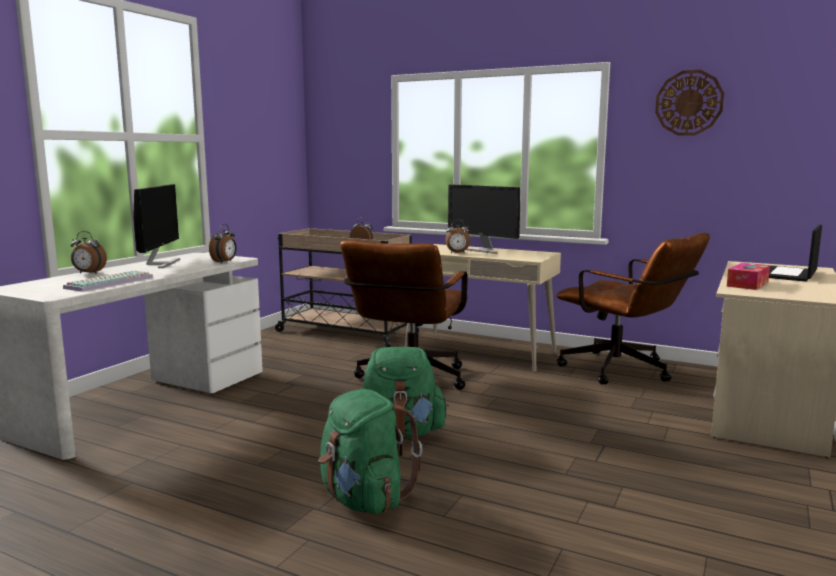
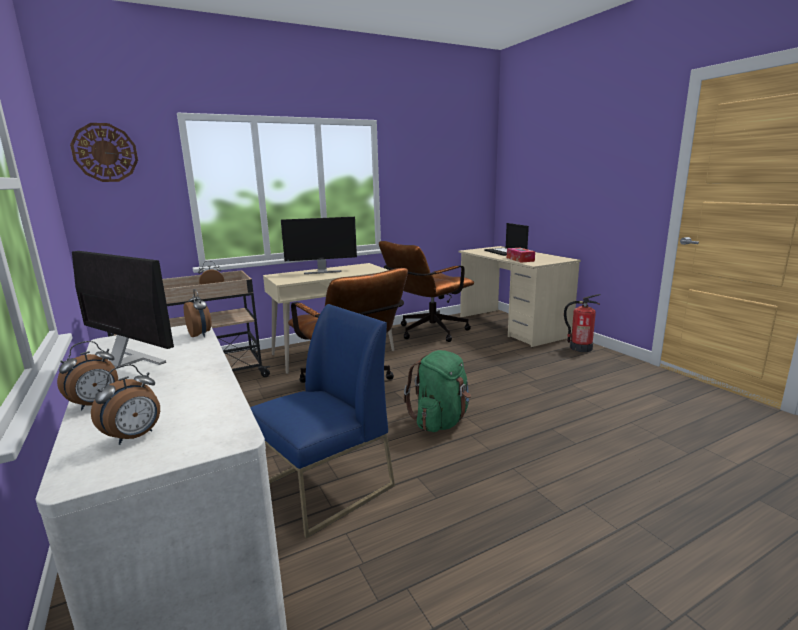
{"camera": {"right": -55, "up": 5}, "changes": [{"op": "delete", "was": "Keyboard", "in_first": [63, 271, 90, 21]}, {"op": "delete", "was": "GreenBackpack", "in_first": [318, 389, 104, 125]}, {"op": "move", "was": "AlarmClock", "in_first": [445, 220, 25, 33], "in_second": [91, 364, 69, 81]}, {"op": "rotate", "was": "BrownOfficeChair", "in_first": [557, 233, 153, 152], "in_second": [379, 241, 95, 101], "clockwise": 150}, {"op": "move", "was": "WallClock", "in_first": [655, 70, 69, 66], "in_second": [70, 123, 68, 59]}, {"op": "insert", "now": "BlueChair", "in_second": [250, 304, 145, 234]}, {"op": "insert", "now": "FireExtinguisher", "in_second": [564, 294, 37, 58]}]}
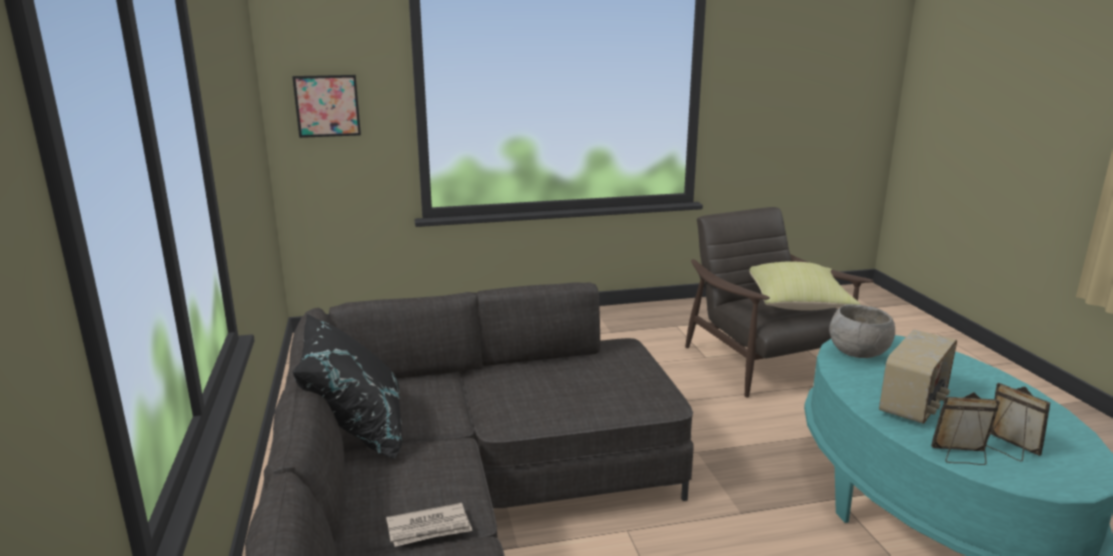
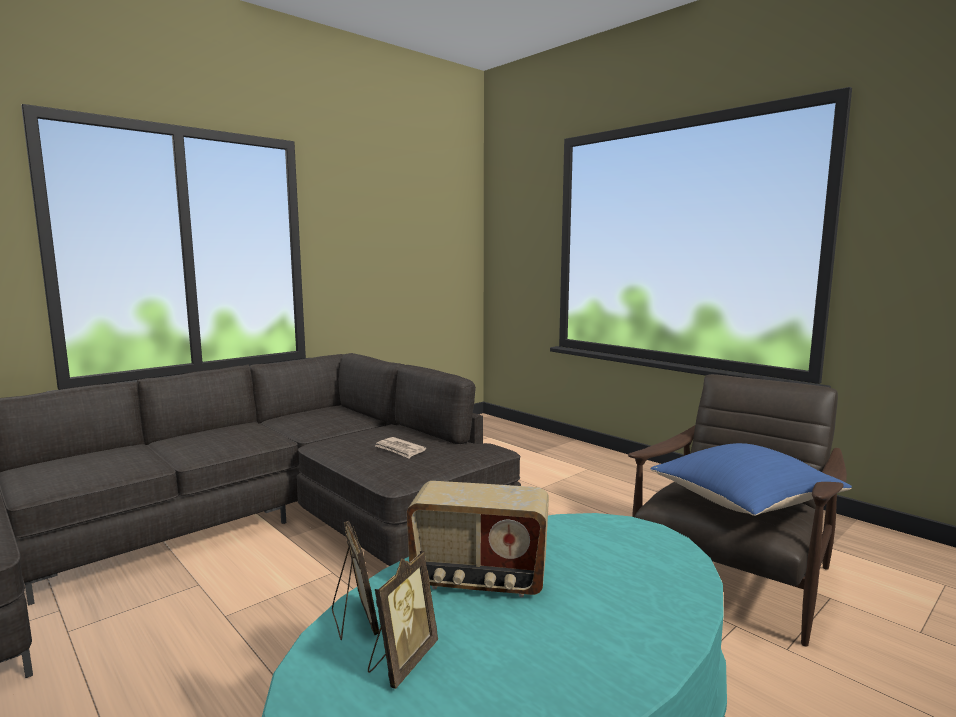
{"camera": {"right": 60, "up": -10}, "changes": [{"op": "delete", "was": "Picture", "in_first": [292, 75, 69, 63]}, {"op": "delete", "was": "BlackPillow", "in_first": [292, 314, 110, 144]}, {"op": "move", "was": "Newspaper", "in_first": [386, 503, 86, 44], "in_second": [375, 437, 51, 21]}, {"op": "recolor", "was": "YellowPillow", "now": "BluePillow", "in_first": [749, 262, 111, 49], "in_second": [650, 443, 202, 73]}, {"op": "delete", "was": "GreyBowl", "in_first": [829, 304, 66, 54]}]}
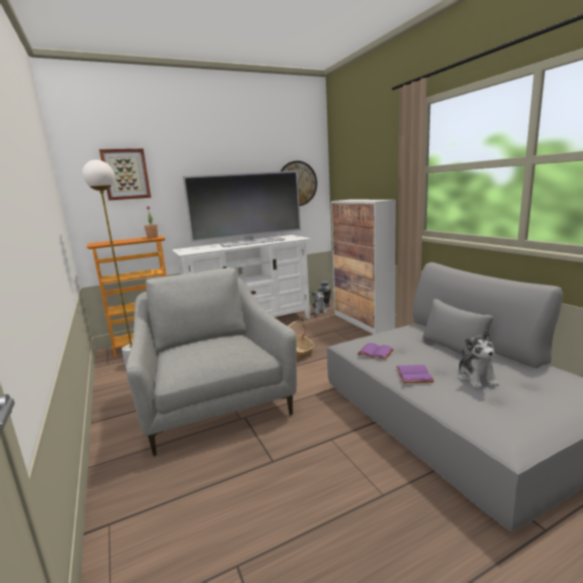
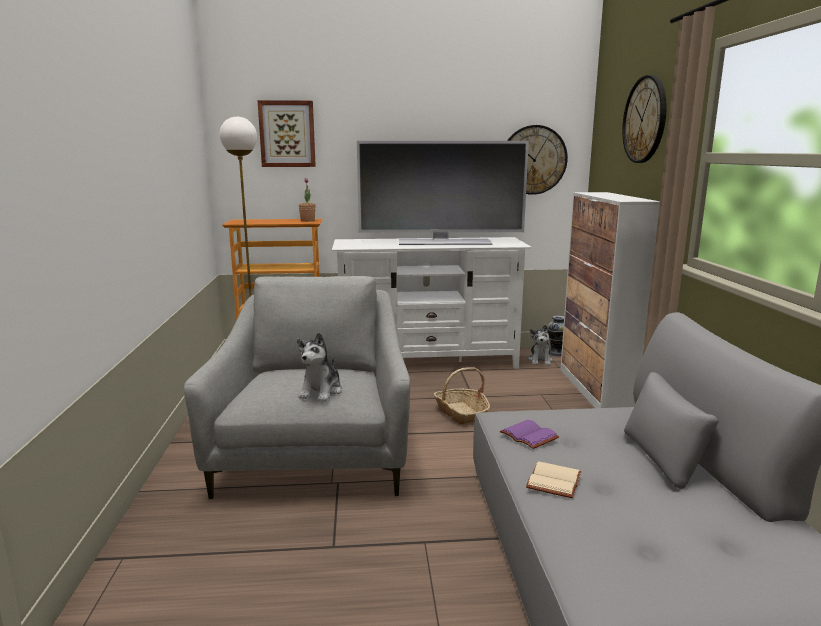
{"camera": {"right": 20, "up": 0}, "changes": [{"op": "recolor", "was": "PurpleBook", "now": "BeigeBook", "in_first": [396, 365, 38, 18], "in_second": [526, 461, 55, 37]}, {"op": "move", "was": "PlushToy", "in_first": [457, 330, 42, 59], "in_second": [297, 332, 45, 69]}, {"op": "insert", "now": "WallClock", "in_second": [622, 75, 44, 88]}]}
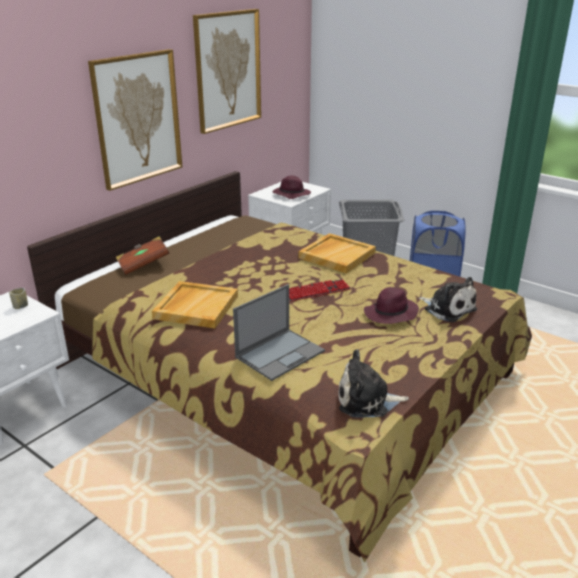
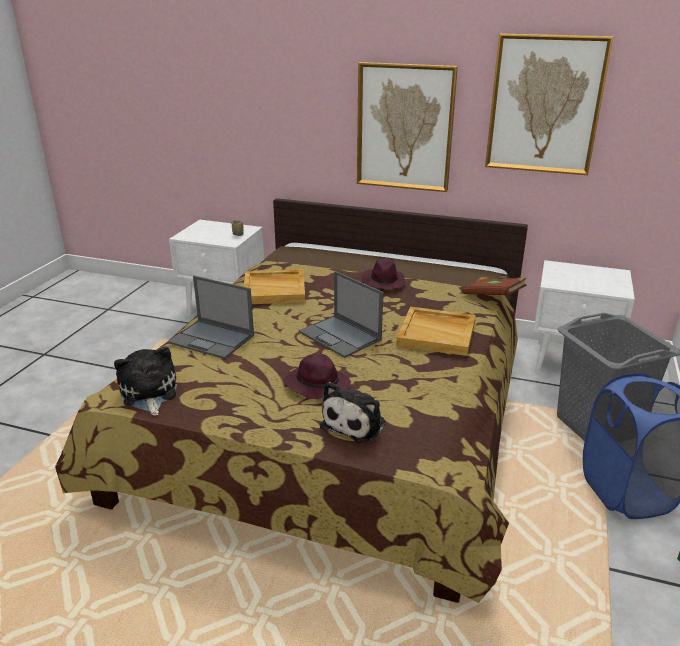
{"camera": {"right": 70, "up": 0}, "changes": [{"op": "move", "was": "BrownBook", "in_first": [116, 236, 54, 39], "in_second": [462, 276, 64, 19]}, {"op": "move", "was": "PurpleHat", "in_first": [273, 175, 38, 24], "in_second": [361, 258, 45, 31]}, {"op": "replace", "was": "Keyboard", "now": "Laptop", "in_first": [289, 279, 62, 23], "in_second": [299, 271, 84, 87]}]}
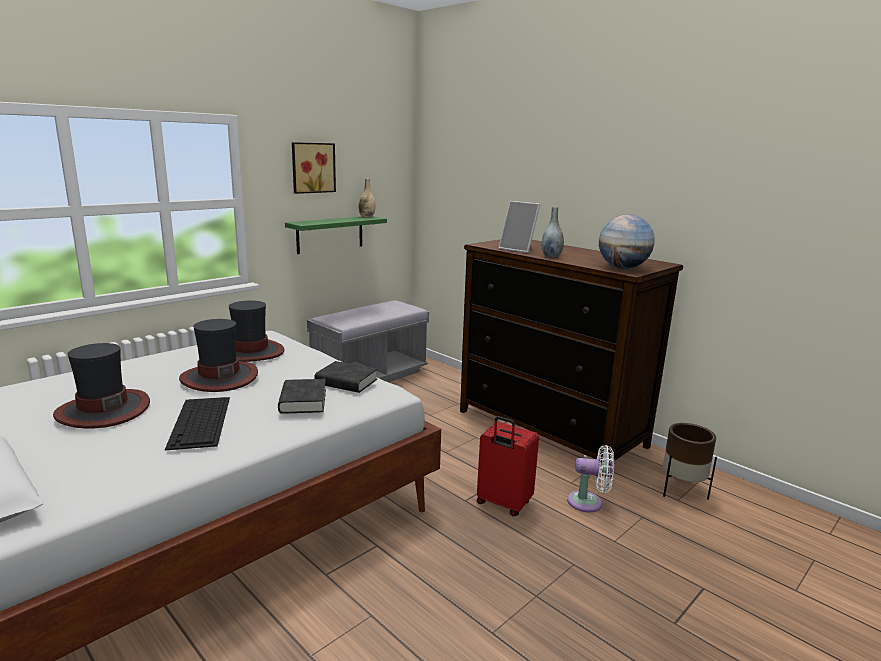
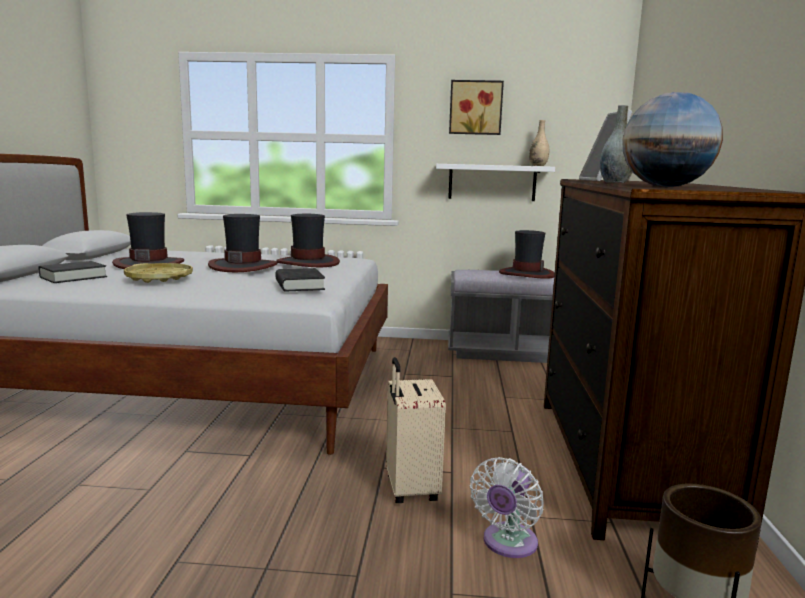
{"camera": {"right": 50, "up": -5}, "changes": [{"op": "replace", "was": "Keyboard", "now": "YellowTray", "in_first": [165, 397, 65, 53], "in_second": [124, 263, 69, 20]}, {"op": "move", "was": "BlackBook", "in_first": [278, 379, 48, 35], "in_second": [38, 261, 69, 22]}, {"op": "recolor", "was": "GreenShelf", "now": "WhiteShelf", "in_first": [285, 216, 102, 38], "in_second": [436, 164, 119, 37]}, {"op": "recolor", "was": "RedSuitcase", "now": "BeigeSuitcase", "in_first": [477, 416, 62, 100], "in_second": [386, 357, 60, 146]}, {"op": "rotate", "was": "WhiteFan", "in_first": [567, 445, 47, 67], "in_second": [470, 457, 74, 101], "clockwise": 60}, {"op": "insert", "now": "Hat", "in_second": [499, 230, 56, 49]}]}
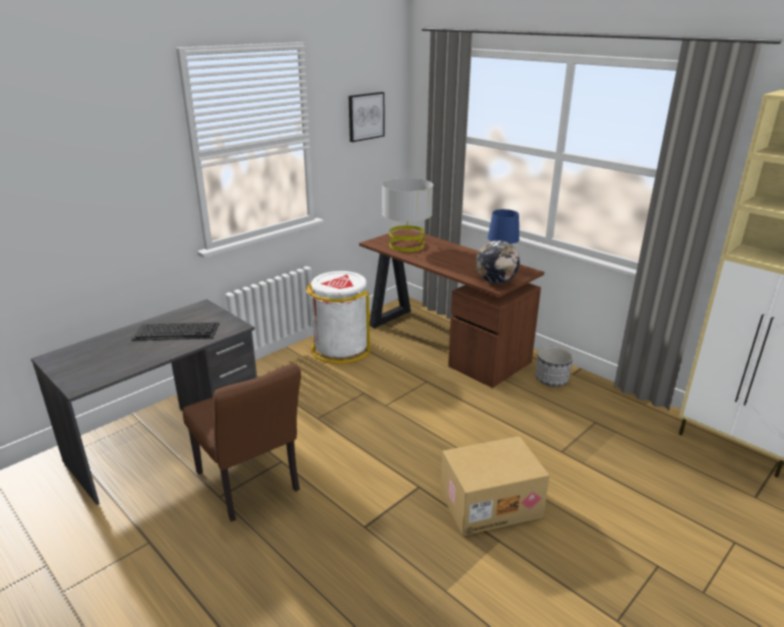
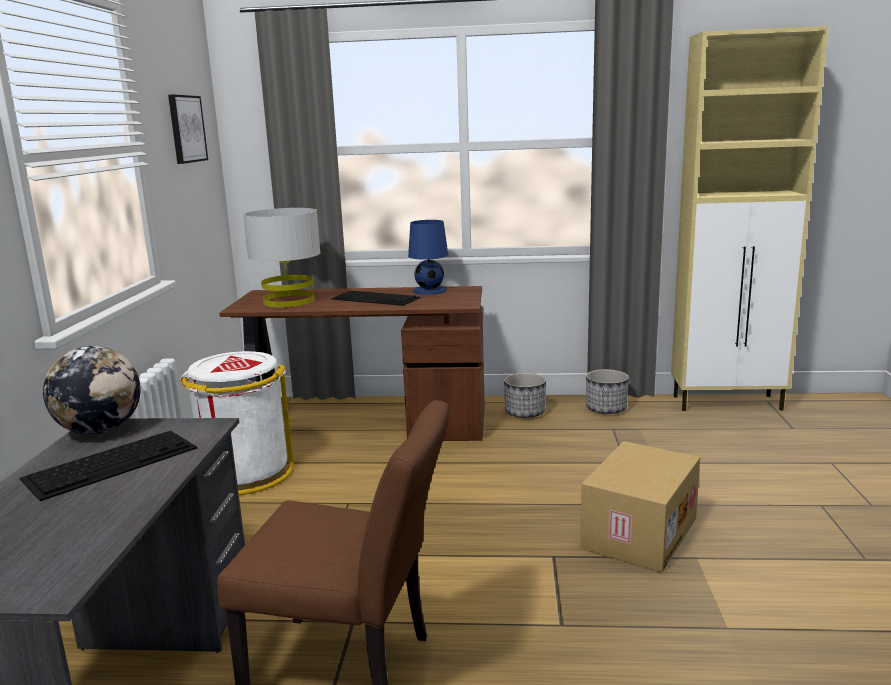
{"camera": {"right": -40, "up": -10}, "changes": [{"op": "move", "was": "Globe", "in_first": [476, 240, 44, 44], "in_second": [43, 346, 98, 89]}, {"op": "insert", "now": "Keyboard", "in_second": [331, 291, 90, 15]}, {"op": "insert", "now": "Planter", "in_second": [586, 369, 43, 45]}]}
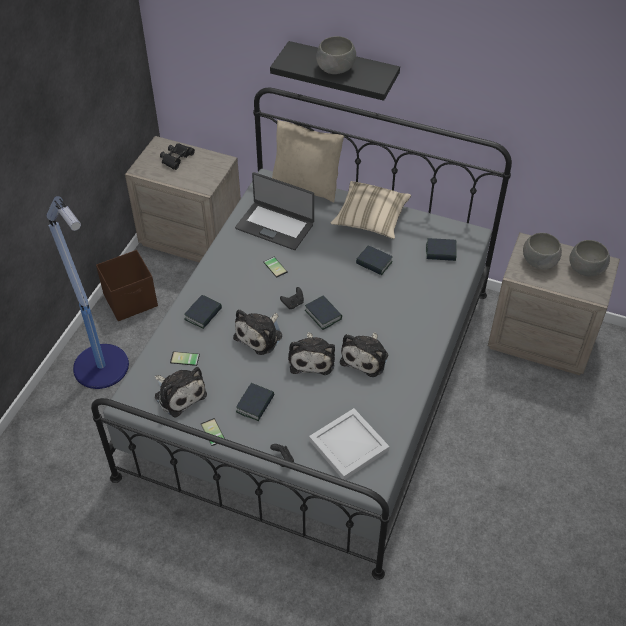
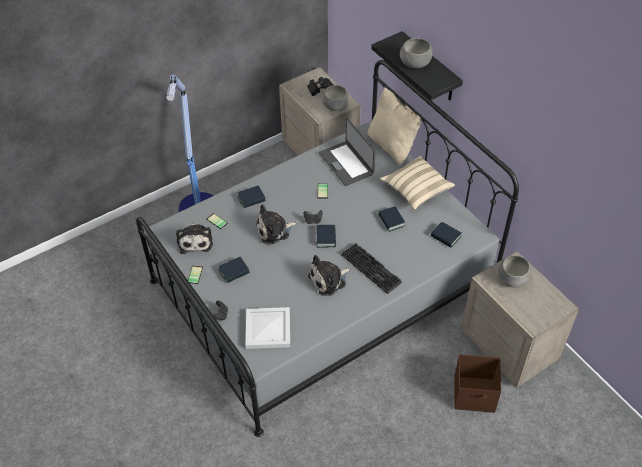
{"camera": {"right": 35, "up": 0}, "changes": [{"op": "move", "was": "BrownStorageBox", "in_first": [96, 250, 62, 71], "in_second": [454, 354, 47, 59]}, {"op": "delete", "was": "PlushToy", "in_first": [288, 332, 47, 43]}, {"op": "move", "was": "GreyBowl", "in_first": [569, 240, 41, 36], "in_second": [322, 85, 27, 26]}, {"op": "insert", "now": "Keyboard", "in_second": [342, 243, 60, 51]}]}
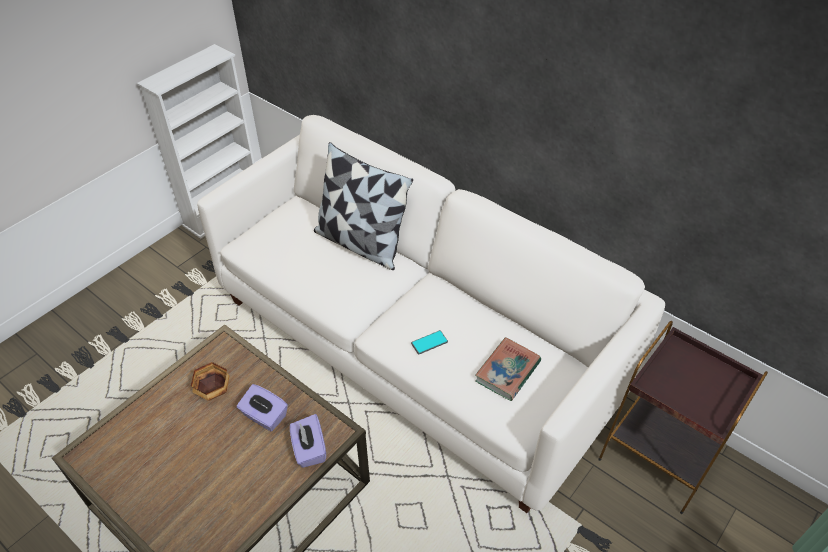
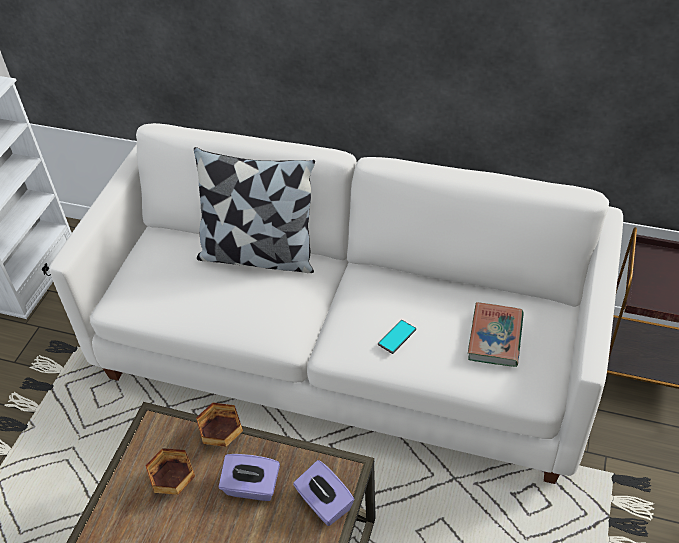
{"camera": {"right": -20, "up": 0}, "changes": [{"op": "insert", "now": "Bowl", "in_second": [196, 403, 47, 44]}]}
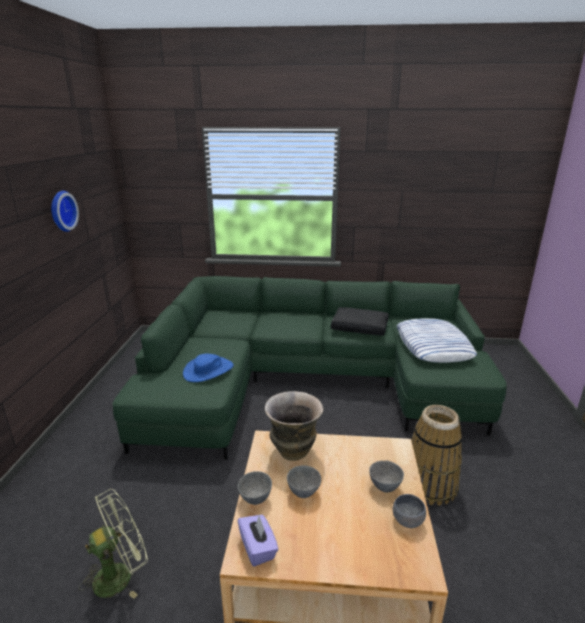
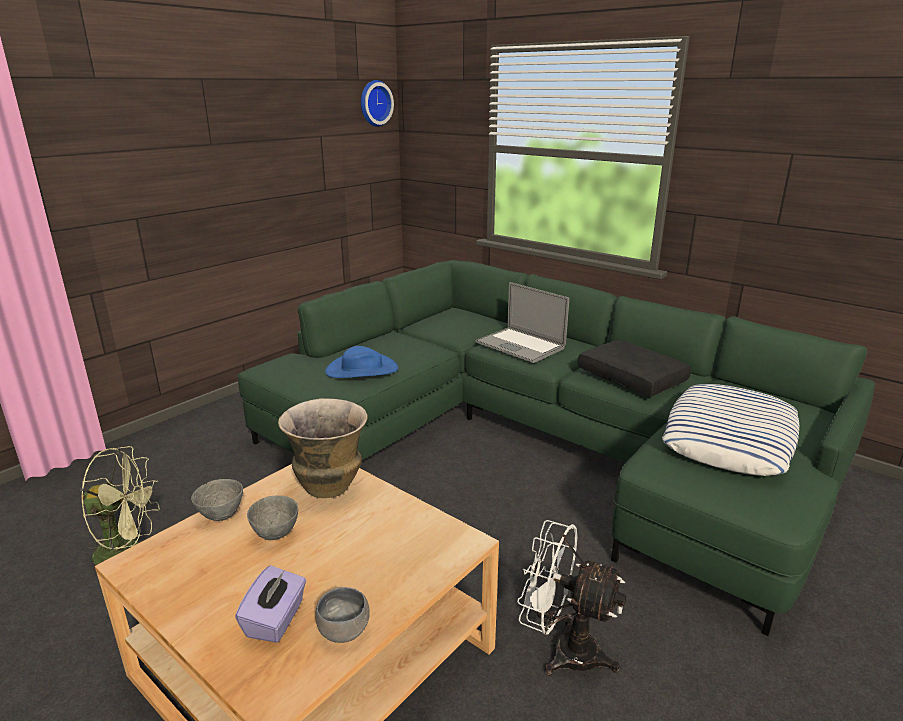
{"camera": {"right": 35, "up": 0}, "changes": [{"op": "move", "was": "WallClock", "in_first": [51, 191, 28, 41], "in_second": [361, 80, 33, 47]}, {"op": "move", "was": "PurpleTissueBox", "in_first": [238, 515, 41, 51], "in_second": [235, 565, 71, 78]}, {"op": "delete", "was": "GreyBowl", "in_first": [369, 460, 35, 32]}, {"op": "replace", "was": "Basket", "now": "WhiteFan", "in_first": [411, 405, 51, 101], "in_second": [517, 520, 110, 156]}, {"op": "insert", "now": "Laptop", "in_second": [476, 282, 93, 81]}]}
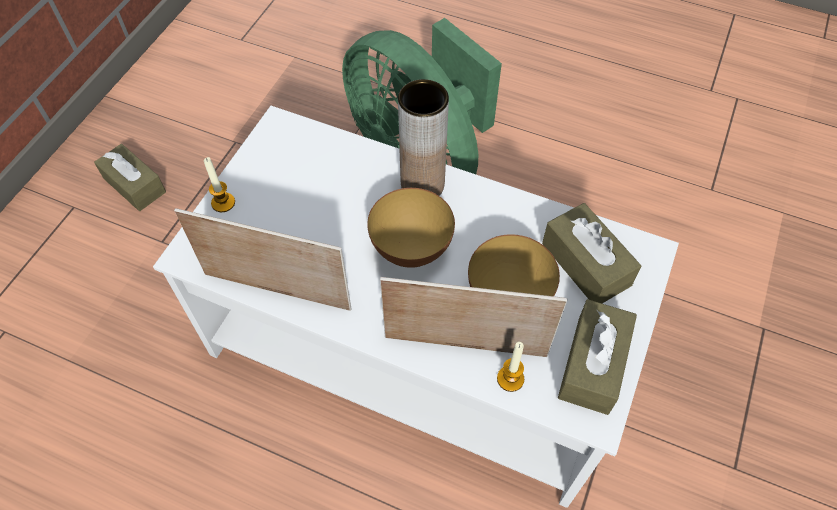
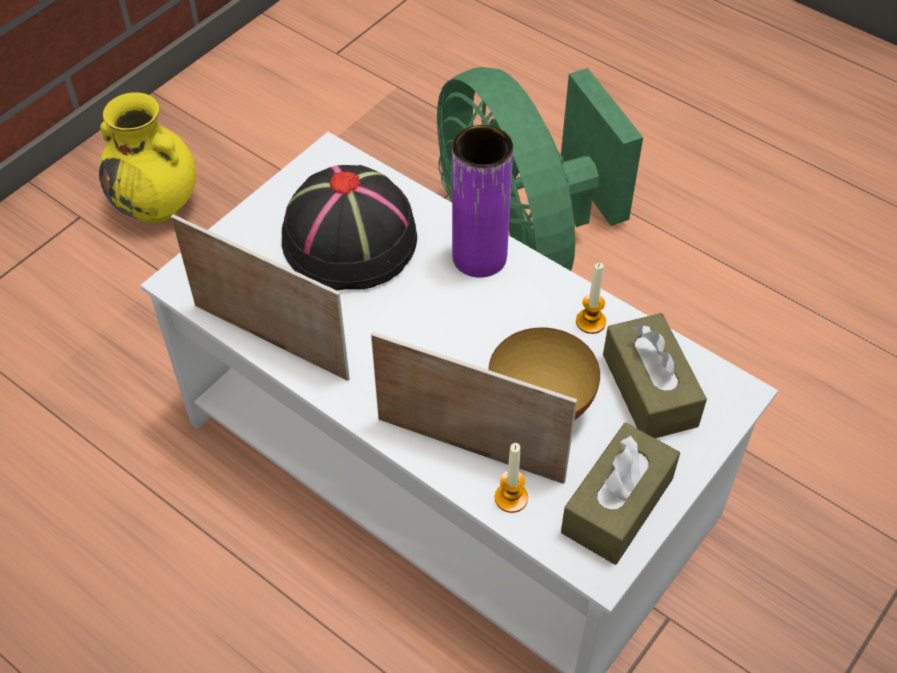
{"camera": {"right": 15, "up": -5}, "changes": [{"op": "replace", "was": "BrownTissueBox", "now": "YellowVase", "in_first": [94, 144, 72, 67], "in_second": [99, 92, 97, 131]}, {"op": "move", "was": "Candle", "in_first": [204, 157, 31, 55], "in_second": [576, 263, 30, 71]}, {"op": "delete", "was": "Bowl", "in_first": [367, 188, 88, 80]}, {"op": "recolor", "was": "BrownVase", "now": "PurpleVase", "in_first": [398, 79, 51, 117], "in_second": [452, 125, 61, 153]}, {"op": "insert", "now": "BlackHat", "in_second": [282, 165, 135, 125]}]}
